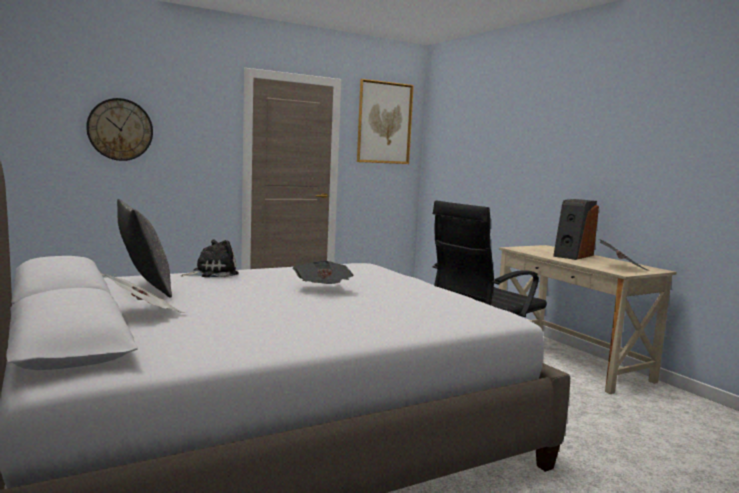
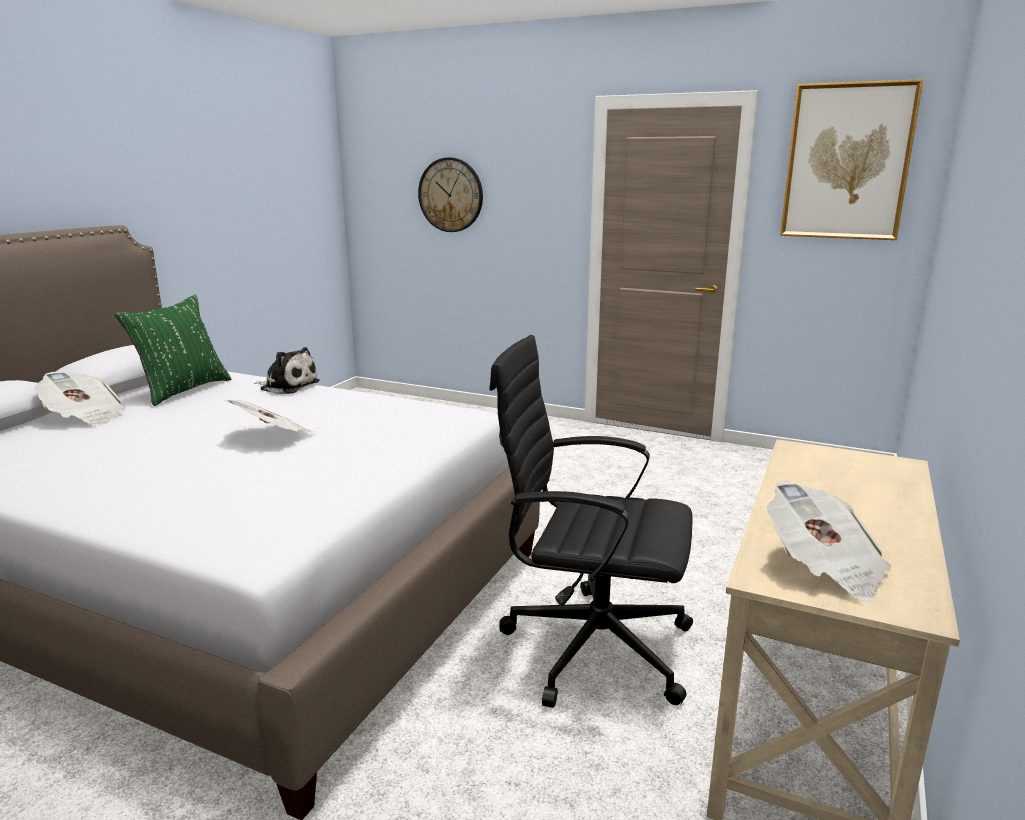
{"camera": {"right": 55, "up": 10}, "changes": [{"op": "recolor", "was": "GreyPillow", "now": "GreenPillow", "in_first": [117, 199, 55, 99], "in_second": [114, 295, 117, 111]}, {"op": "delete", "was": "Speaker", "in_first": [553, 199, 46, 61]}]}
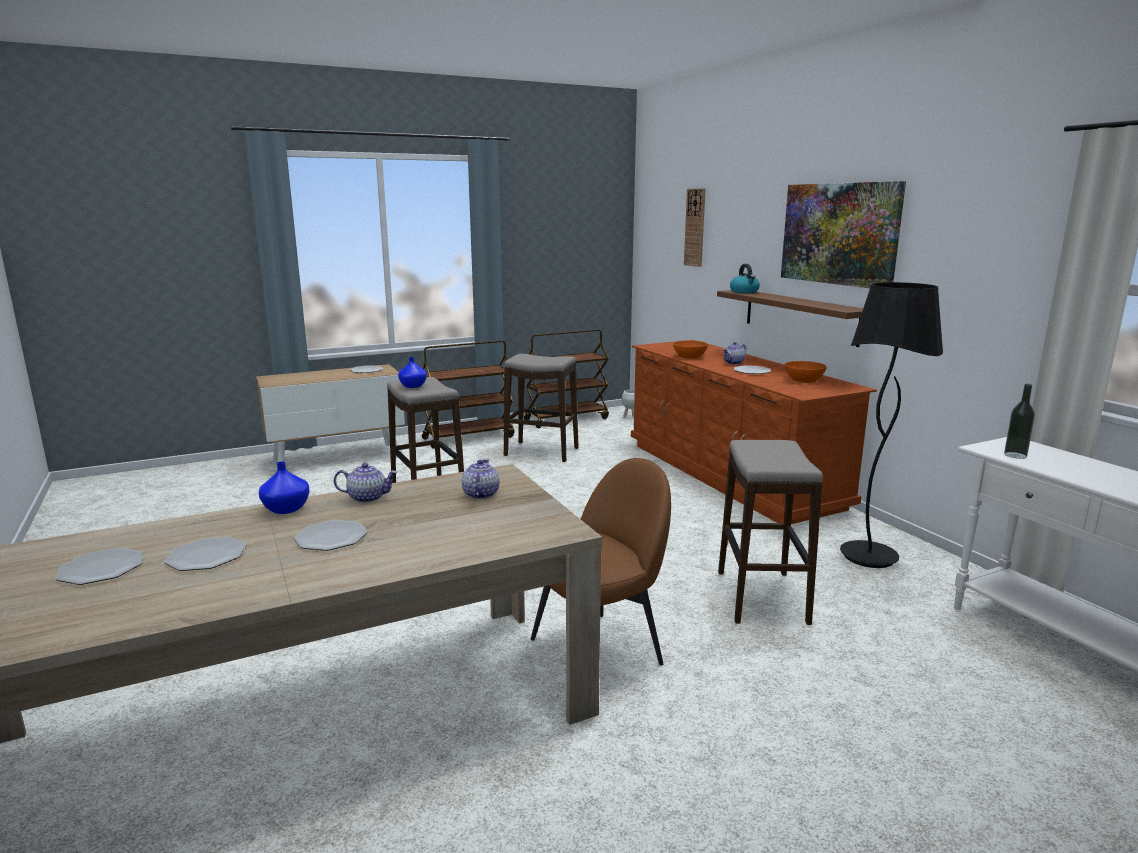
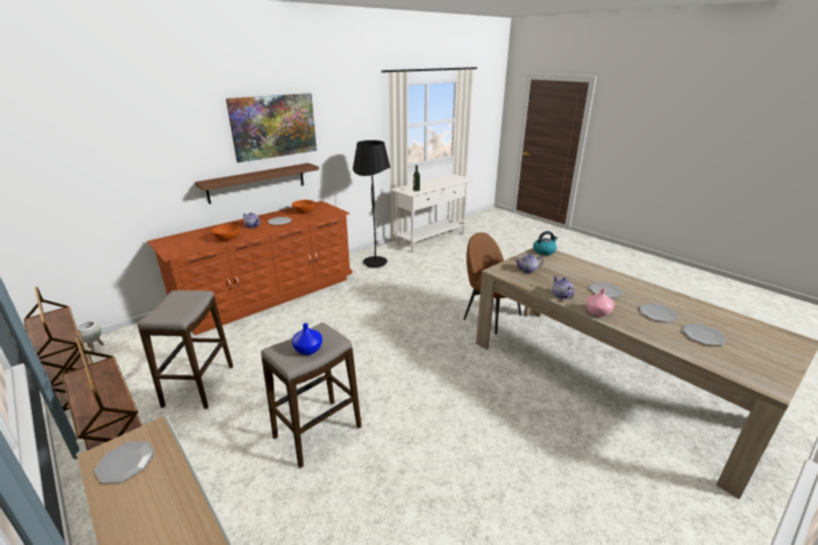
{"camera": {"right": -105, "up": 10}, "changes": [{"op": "recolor", "was": "BlueVase", "now": "PinkVase", "in_first": [259, 461, 50, 53], "in_second": [586, 288, 28, 29]}, {"op": "delete", "was": "WallClock", "in_first": [684, 188, 22, 79]}, {"op": "delete", "was": "Stool", "in_first": [718, 440, 105, 185]}, {"op": "move", "was": "Kettle", "in_first": [730, 264, 30, 29], "in_second": [533, 231, 25, 24]}]}
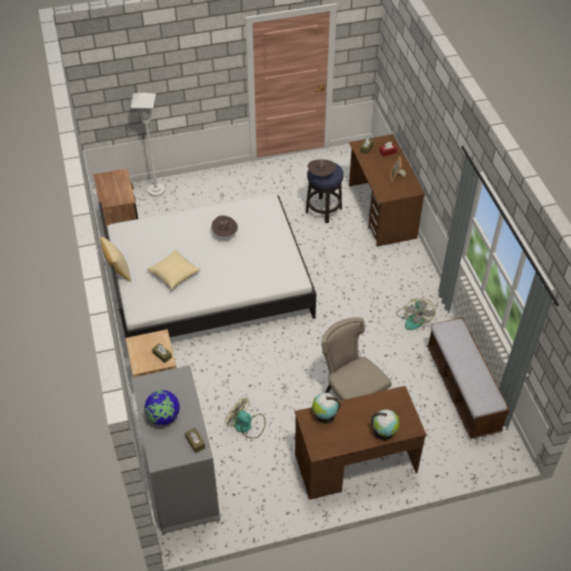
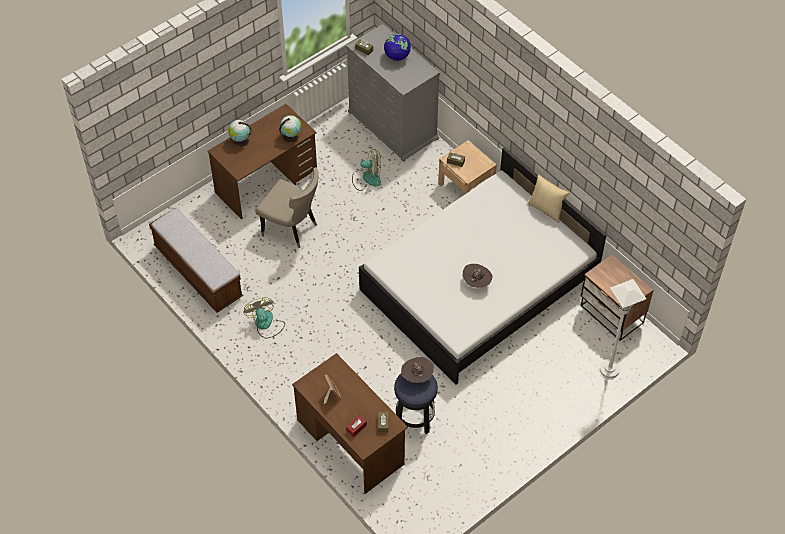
{"camera": {"right": 155, "up": 5}, "changes": [{"op": "delete", "was": "Pillow", "in_first": [147, 249, 54, 41]}]}
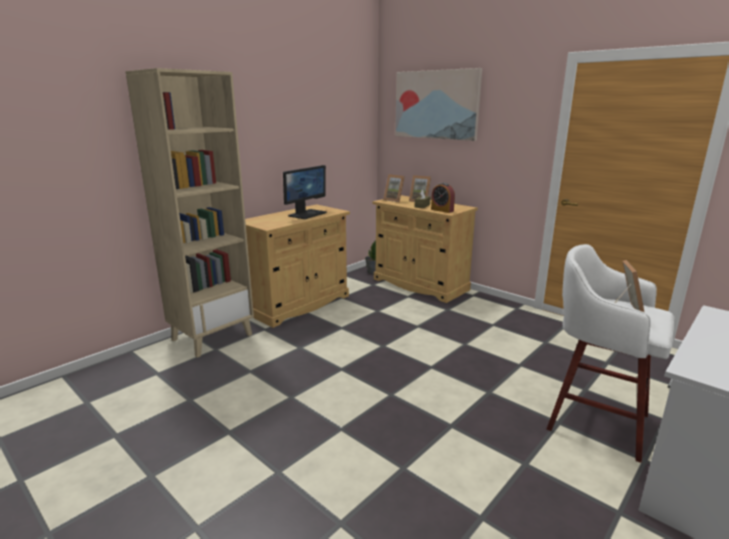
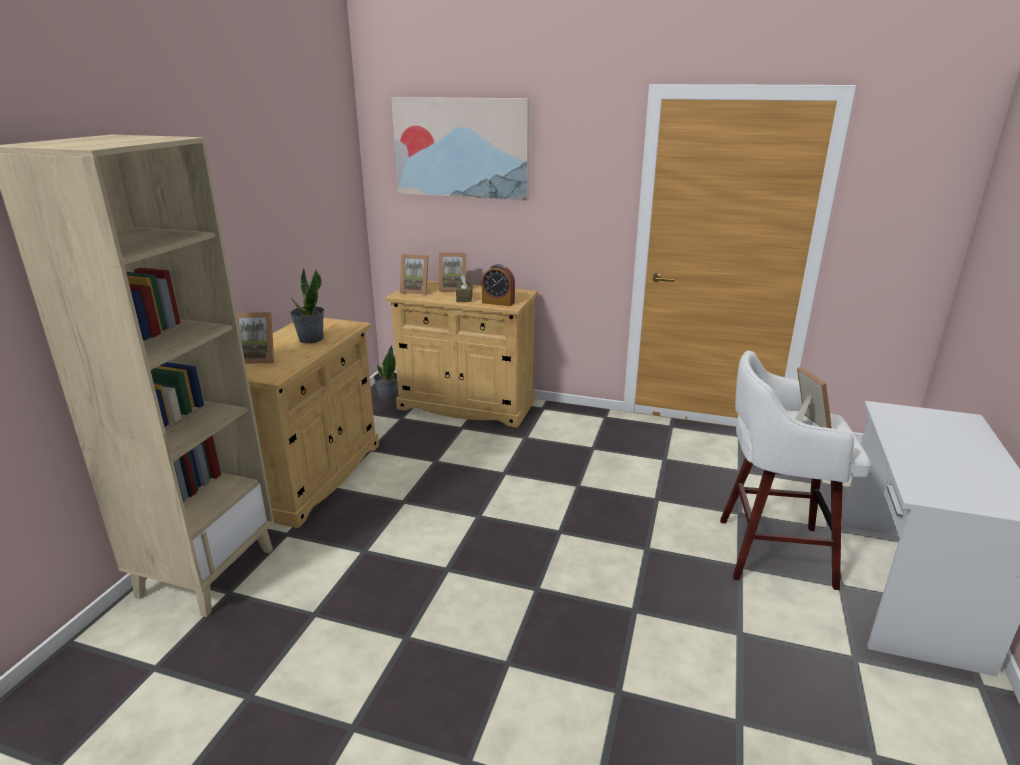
{"camera": {"right": -25, "up": 5}, "changes": [{"op": "replace", "was": "Monitor", "now": "PottedPlant", "in_first": [283, 165, 44, 54], "in_second": [290, 268, 34, 75]}, {"op": "insert", "now": "PictureFrame", "in_second": [236, 312, 38, 52]}]}
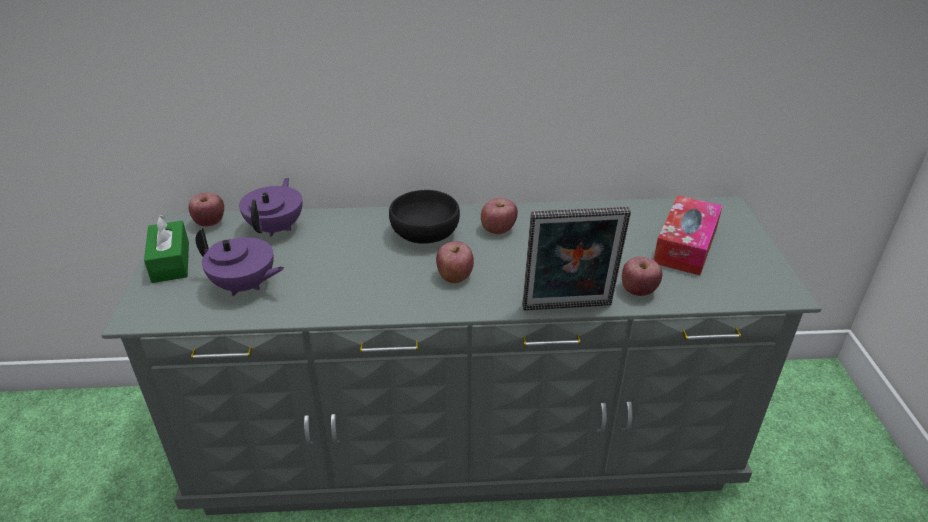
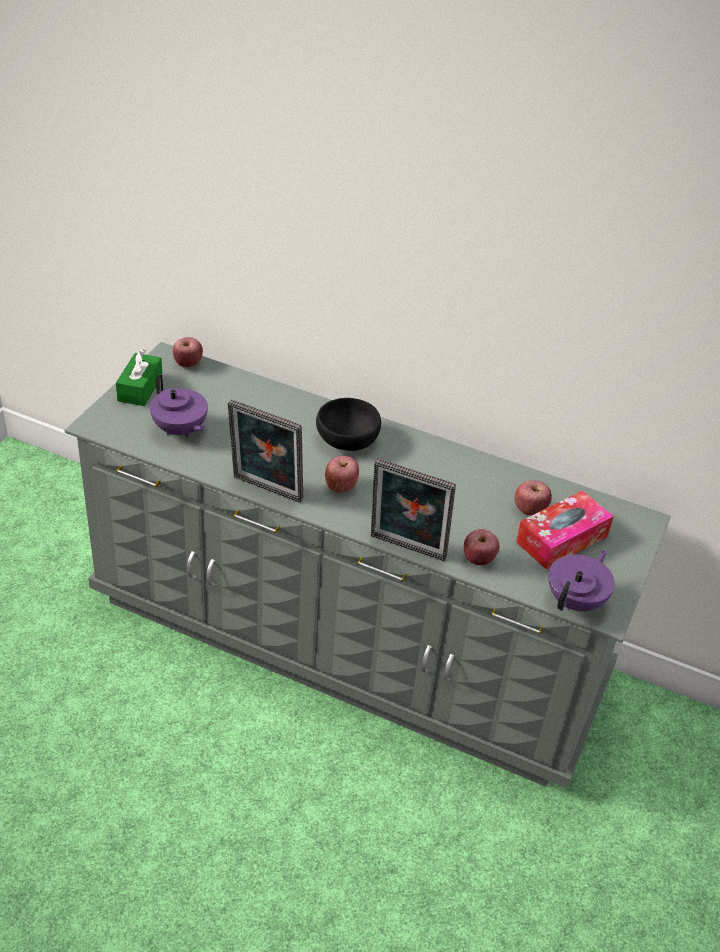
{"camera": {"right": 25, "up": 5}, "changes": [{"op": "move", "was": "PurpleTeapot", "in_first": [239, 178, 63, 59], "in_second": [548, 550, 67, 61]}, {"op": "move", "was": "Apple", "in_first": [481, 198, 37, 36], "in_second": [514, 480, 38, 35]}, {"op": "insert", "now": "PictureFrame", "in_second": [228, 400, 75, 103]}]}
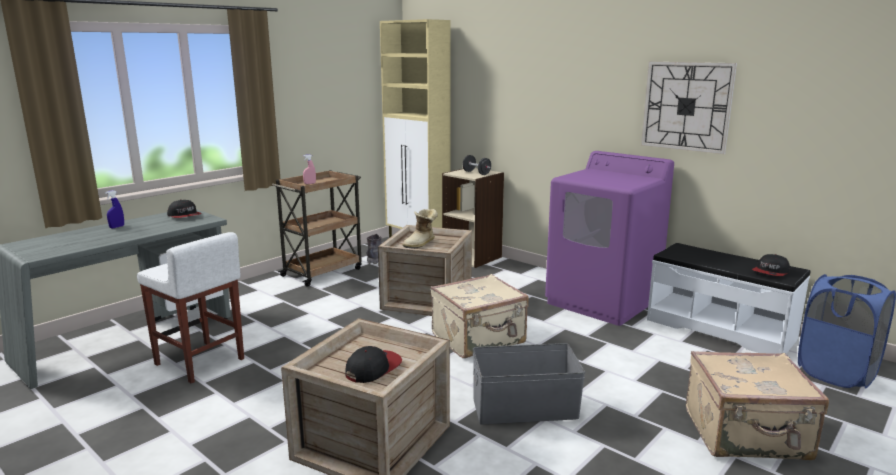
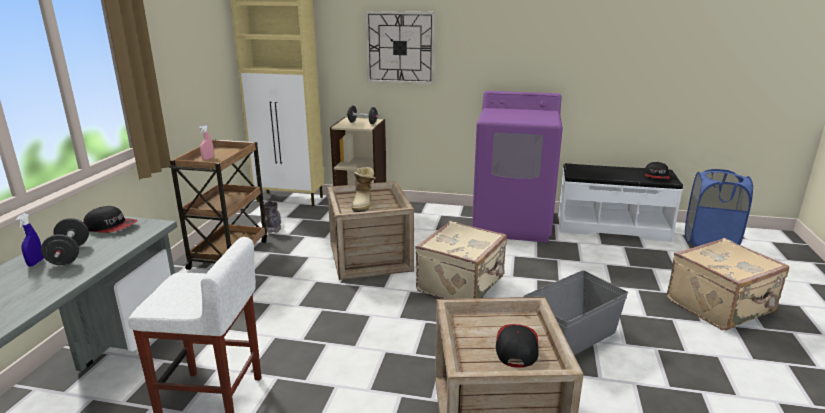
{"camera": {"right": -30, "up": 5}, "changes": [{"op": "move", "was": "WallClock", "in_first": [641, 62, 96, 92], "in_second": [365, 11, 70, 73]}, {"op": "insert", "now": "BlackDumbbell", "in_second": [41, 218, 48, 47]}]}
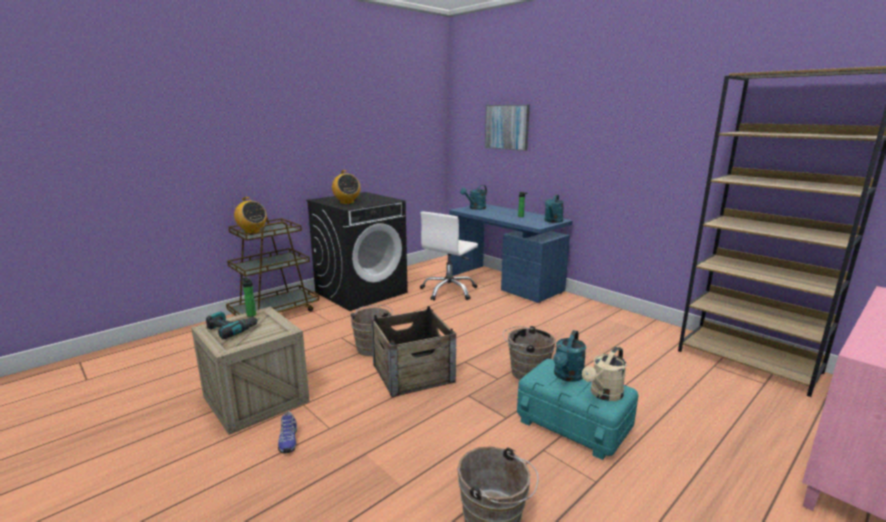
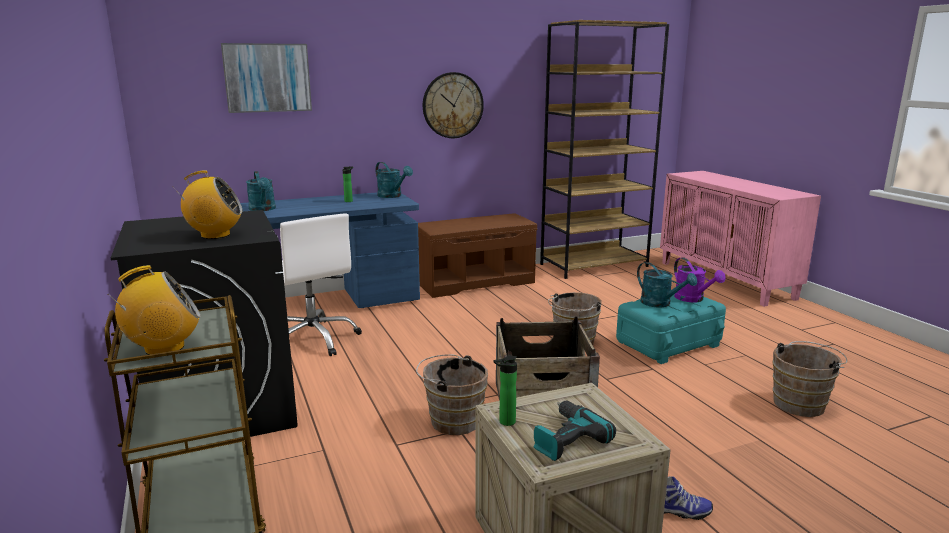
{"camera": {"right": -70, "up": 0}, "changes": [{"op": "recolor", "was": "BeigeWateringCan", "now": "PurpleWateringCan", "in_first": [582, 346, 45, 55], "in_second": [674, 257, 52, 45]}, {"op": "insert", "now": "BrownBench", "in_second": [418, 213, 119, 85]}, {"op": "insert", "now": "WallClock", "in_second": [423, 72, 61, 66]}]}
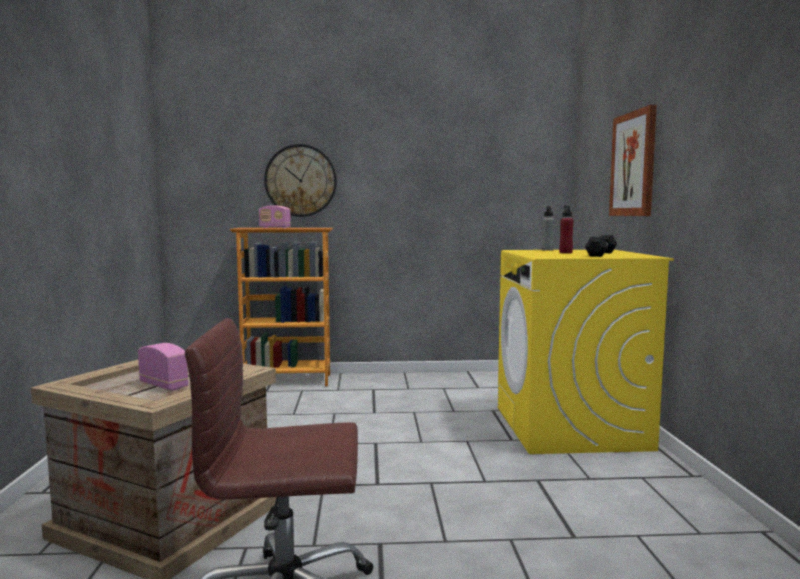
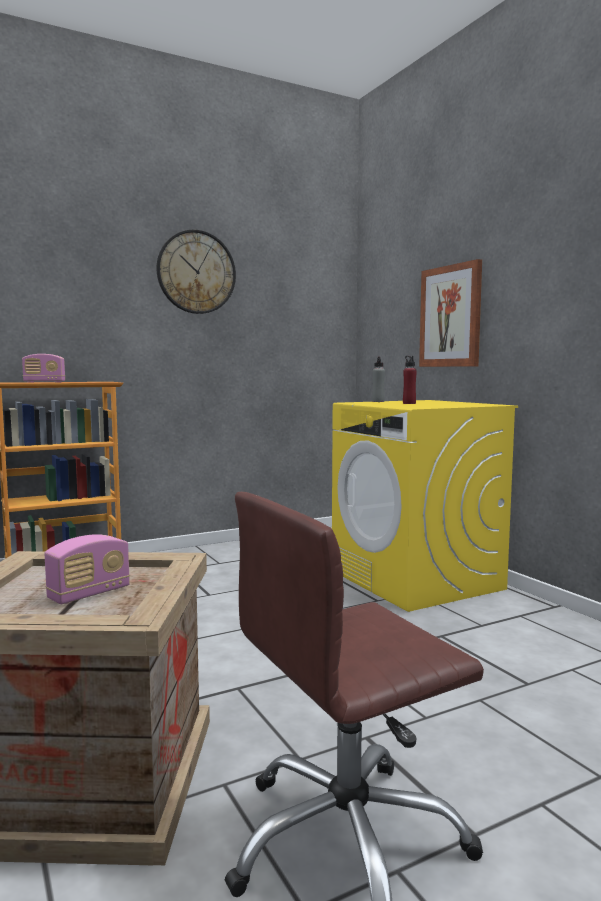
{"camera": {"right": -25, "up": 0}, "changes": [{"op": "rotate", "was": "Radio", "in_first": [138, 343, 51, 47], "in_second": [44, 534, 86, 70], "clockwise": 120}, {"op": "move", "was": "WallClock", "in_first": [264, 144, 73, 73], "in_second": [157, 230, 79, 84]}, {"op": "delete", "was": "BlackDumbbell", "in_first": [585, 235, 32, 22]}]}
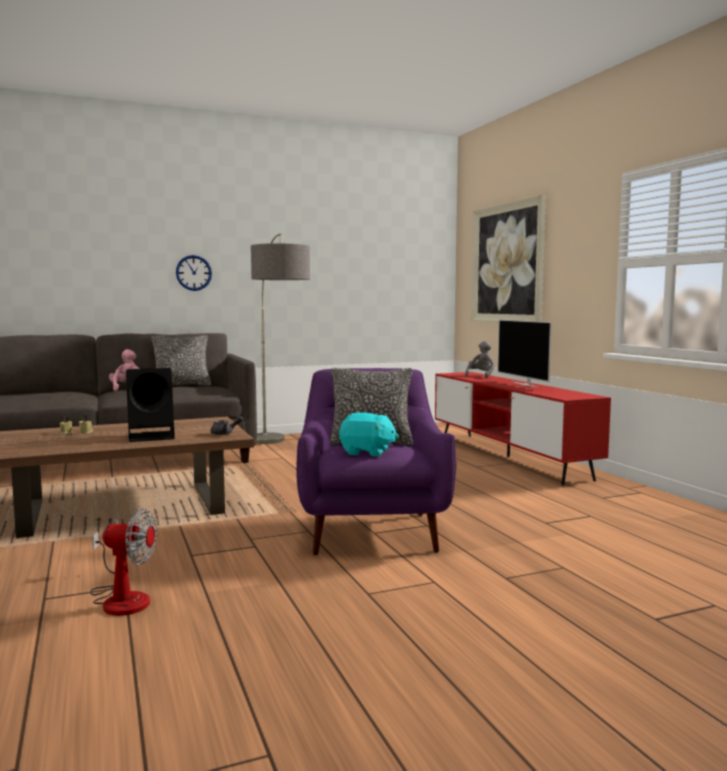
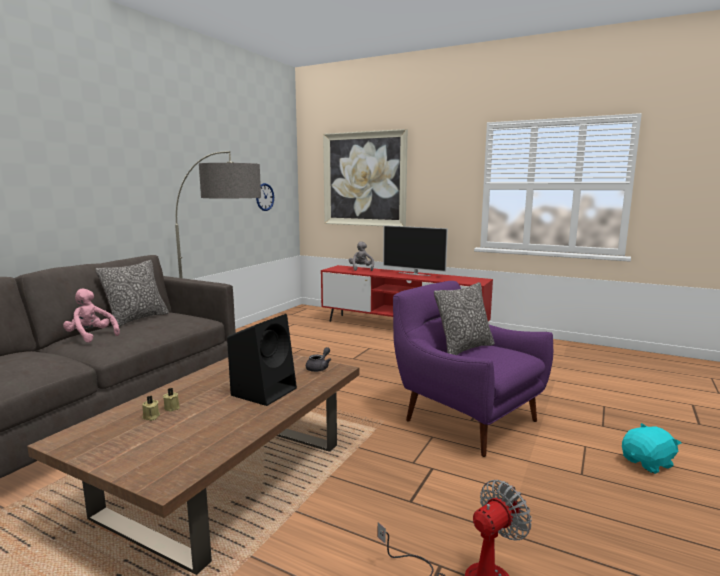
{"camera": {"right": -40, "up": 5}, "changes": [{"op": "move", "was": "WallClock", "in_first": [176, 255, 36, 36], "in_second": [256, 183, 18, 28]}, {"op": "move", "was": "TurquoisePlushToy", "in_first": [339, 412, 60, 45], "in_second": [622, 423, 59, 51]}]}
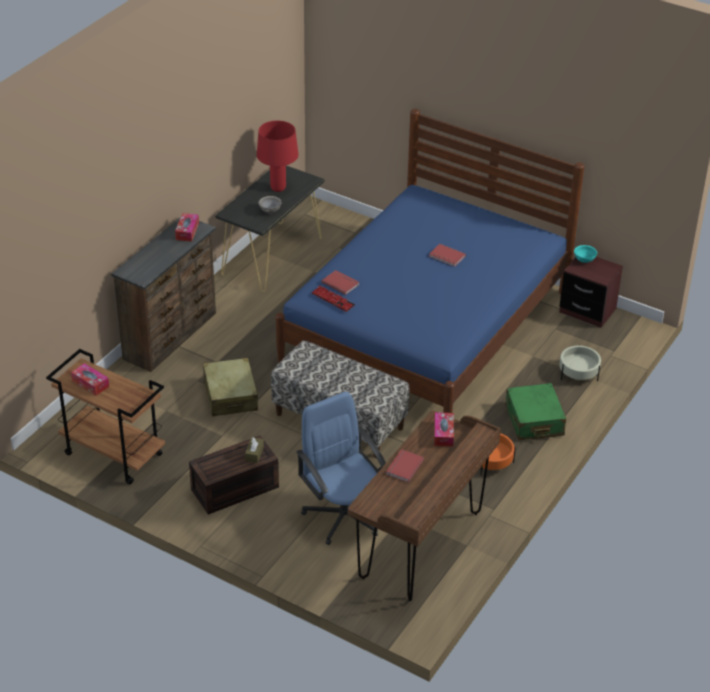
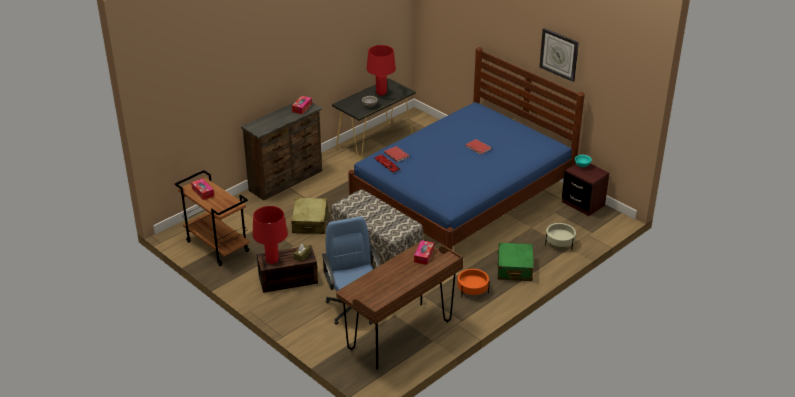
{"camera": {"right": 15, "up": -5}, "changes": [{"op": "delete", "was": "RedBook", "in_first": [386, 449, 38, 33]}, {"op": "insert", "now": "RedTableLamp", "in_second": [253, 206, 35, 58]}, {"op": "insert", "now": "WallClock", "in_second": [539, 28, 40, 54]}]}
